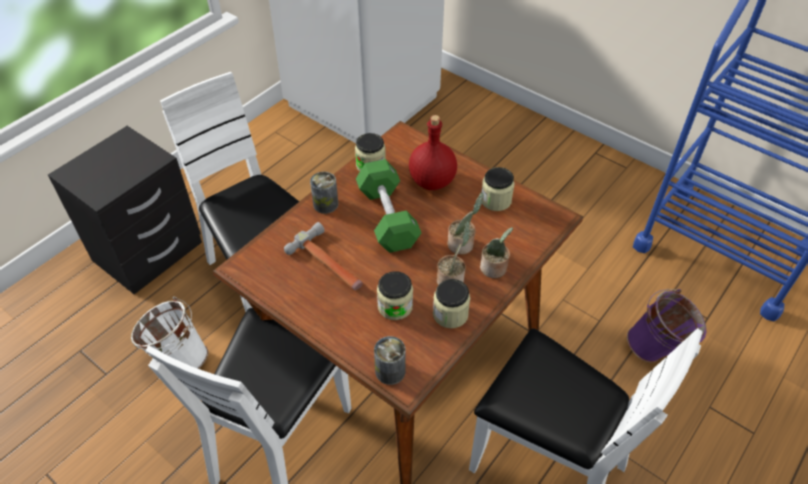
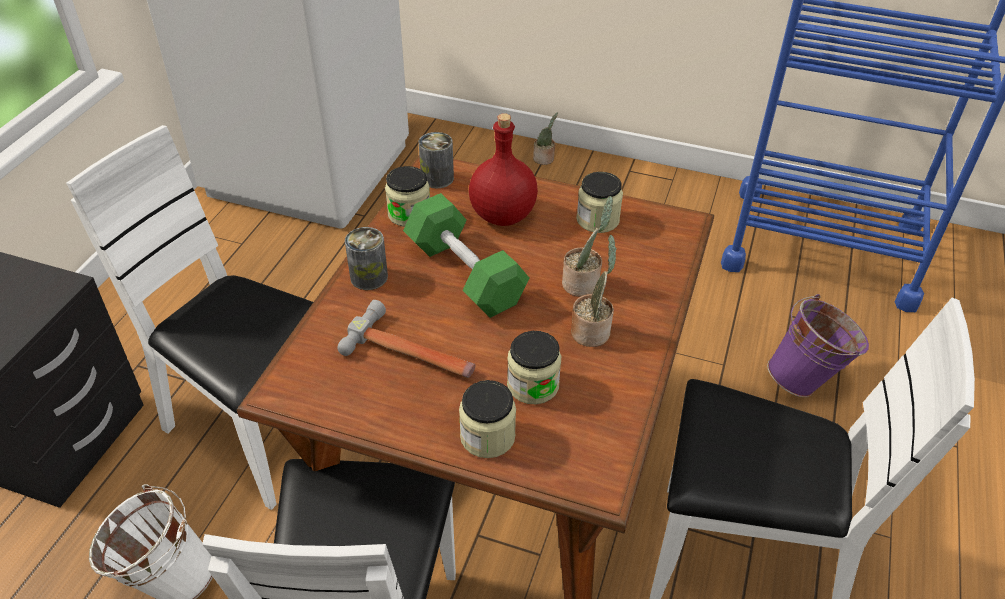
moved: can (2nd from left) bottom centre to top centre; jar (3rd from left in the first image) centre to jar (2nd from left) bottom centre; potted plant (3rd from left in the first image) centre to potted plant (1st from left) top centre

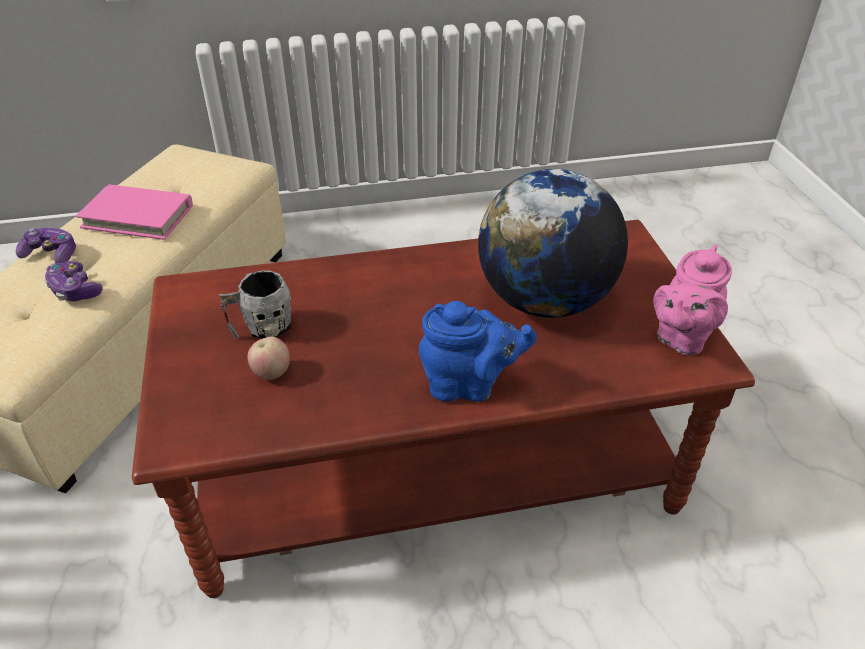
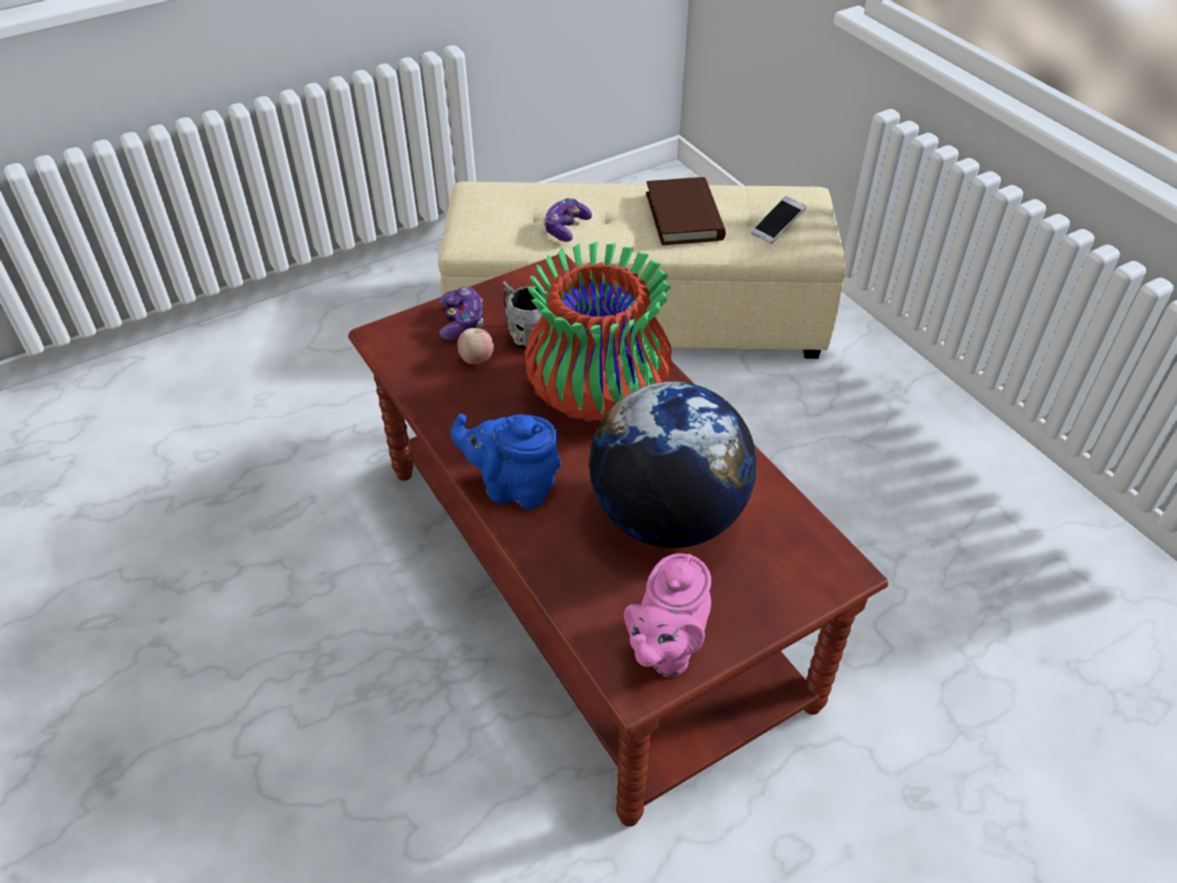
added: vase centre; phone top centre
moved: game controller (1st from left) middle left to centre
recoloured: pink book top left to brown book top centre
turned: blue teapot centre = centre 120 degrees clockwise; pink teapot middle right = bottom centre 75 degrees counterclockwise

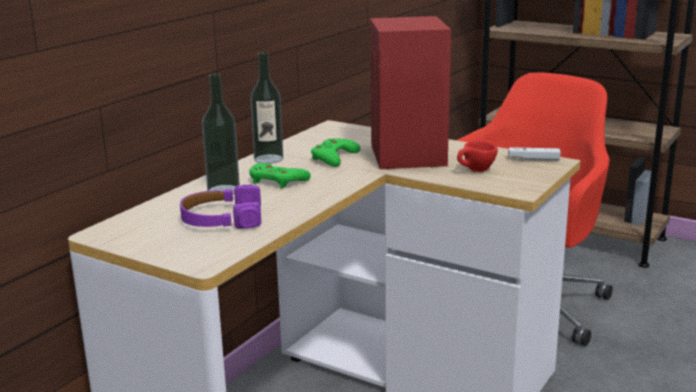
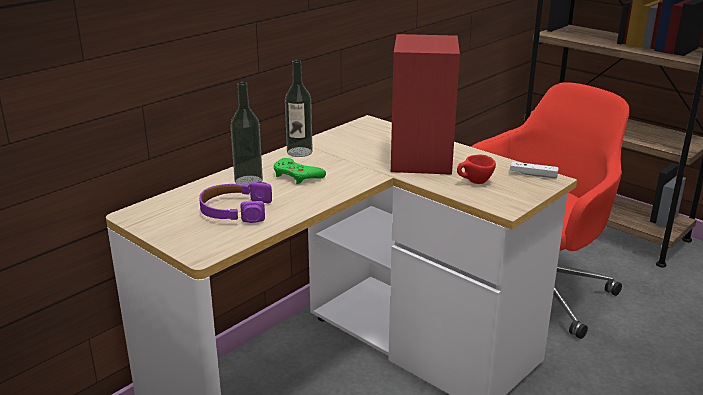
removed: green game controller (2nd from left) centre

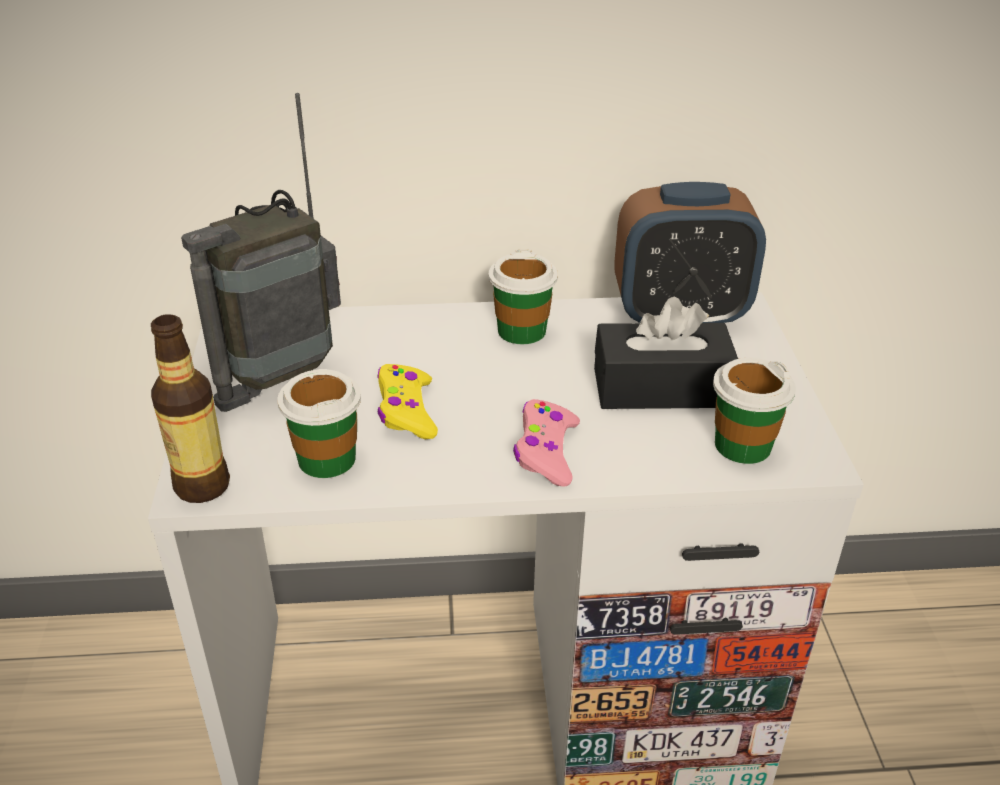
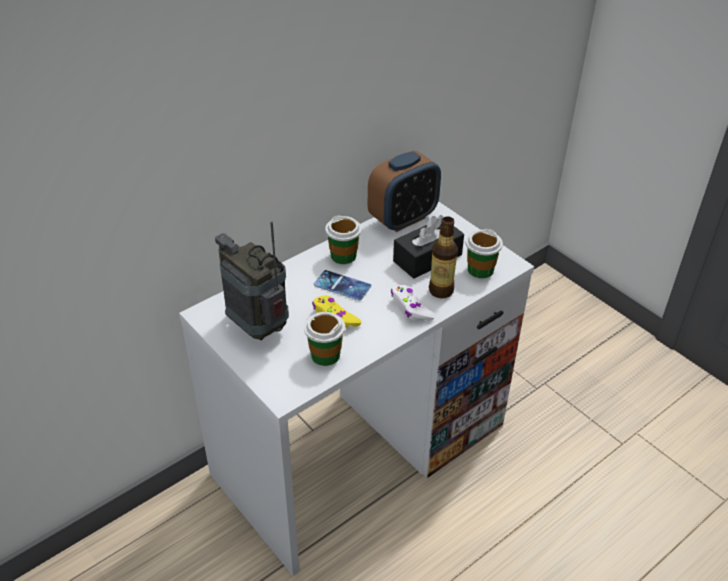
added: phone centre
moved: bottle middle left to centre
recoloured: pink game controller centre to white game controller centre
turned: radio top left = centre 120 degrees clockwise

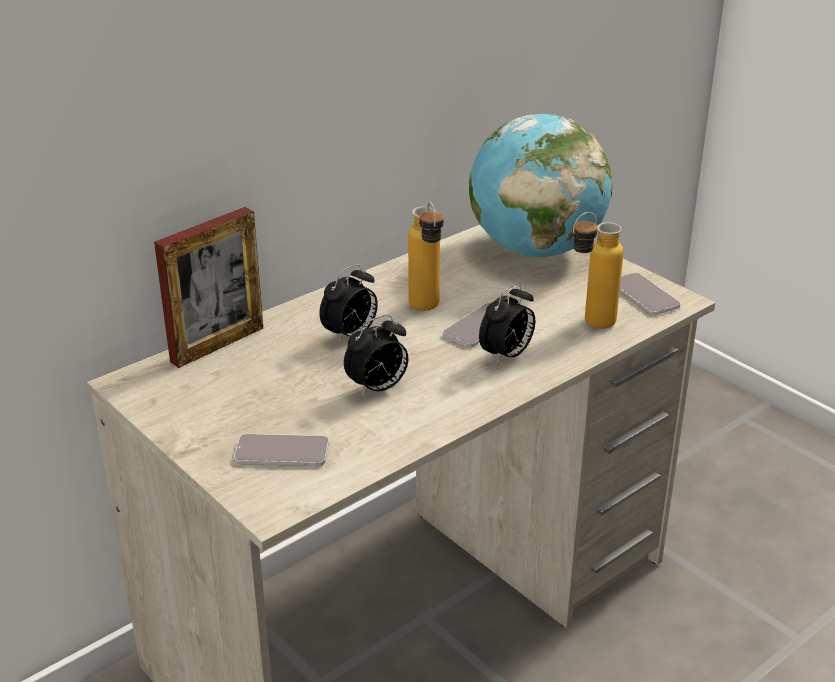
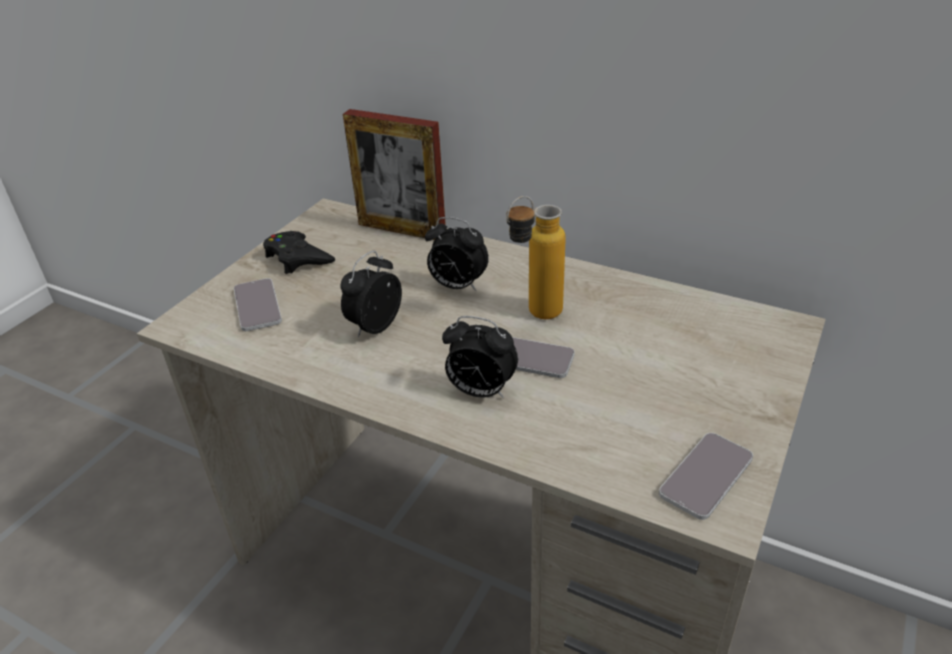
removed: globe top centre; bottle (2nd from left) middle right
added: black game controller middle left
turned: alarm clock (2nd from left in the first image) centre = centre 90 degrees clockwise

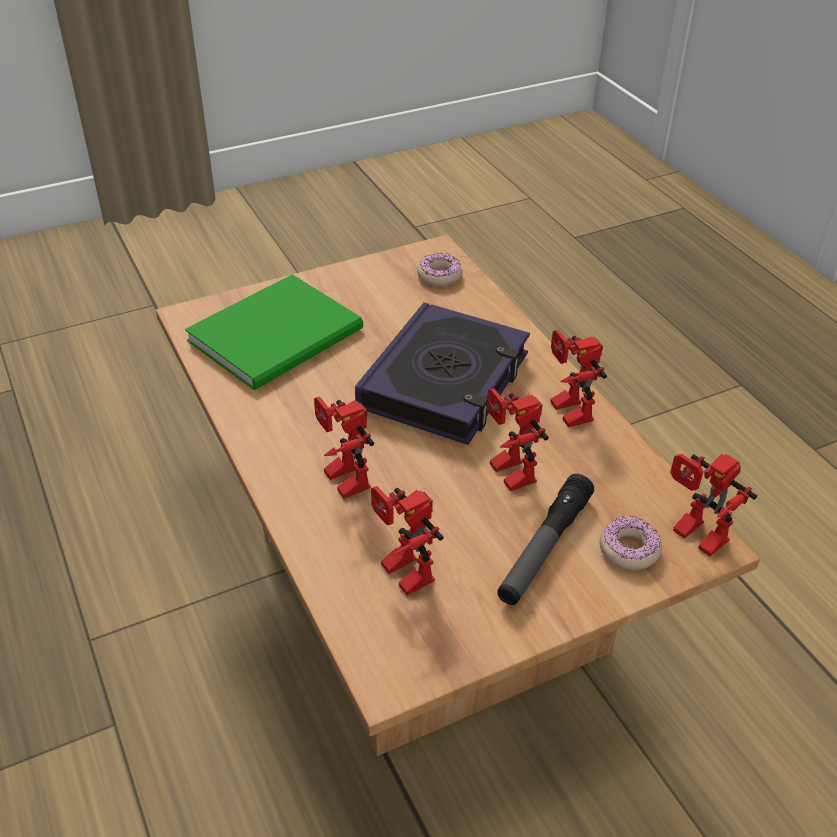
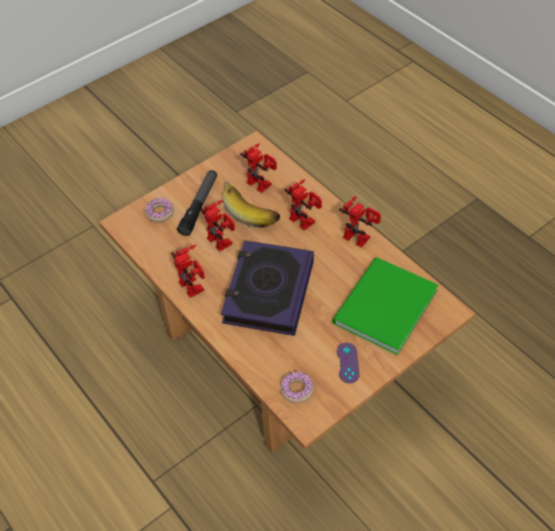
added: banana centre; purple game controller bottom centre
moved: toy robot (5th from left) middle right to centre

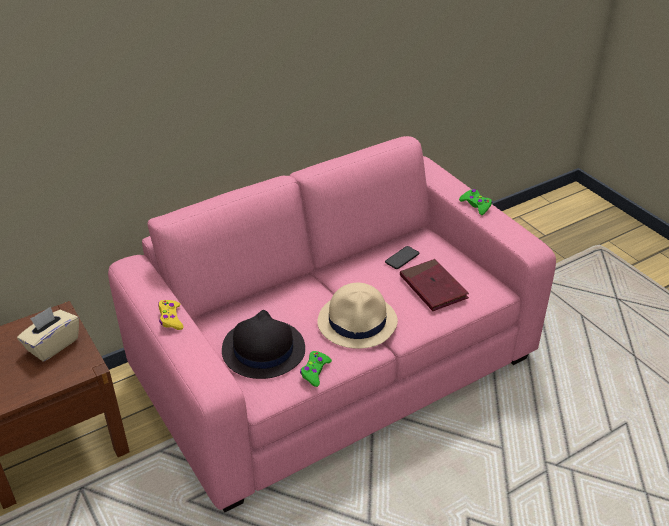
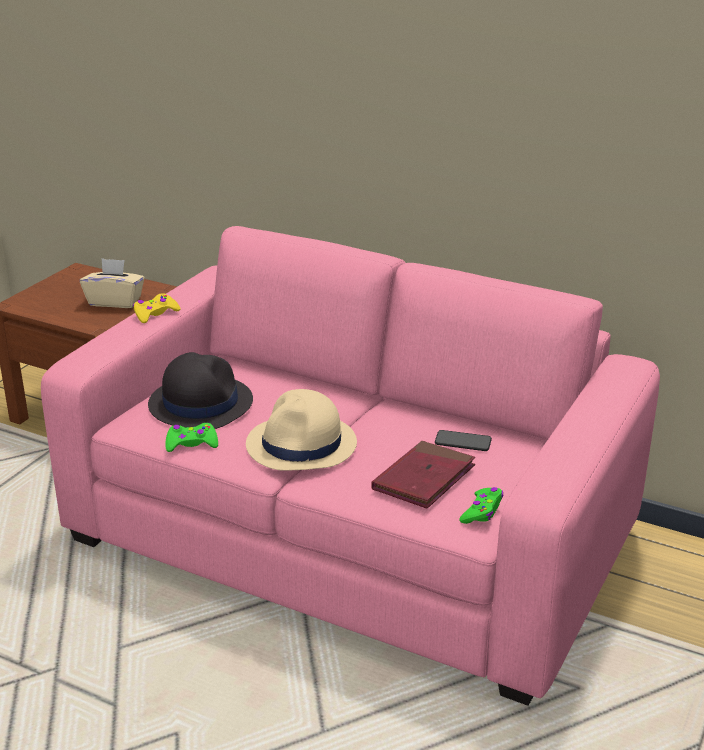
moved: green game controller (2nd from left) middle right to bottom right

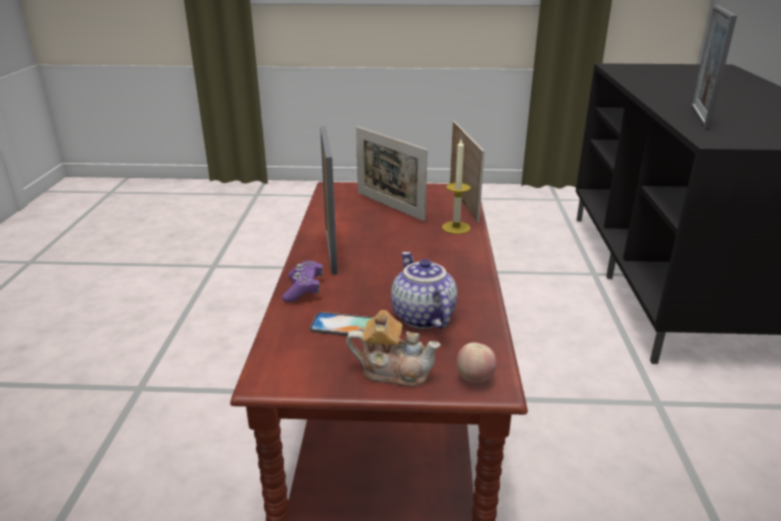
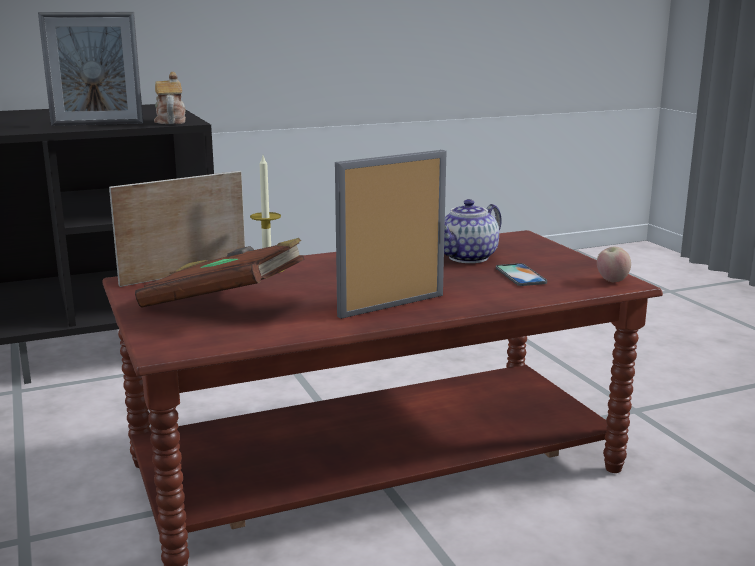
removed: purple game controller centre
moved: teapot (1st from left) bottom centre to top left; apple bottom centre to middle right
replaced: picture frame (2nd from left) centre to brown book middle left

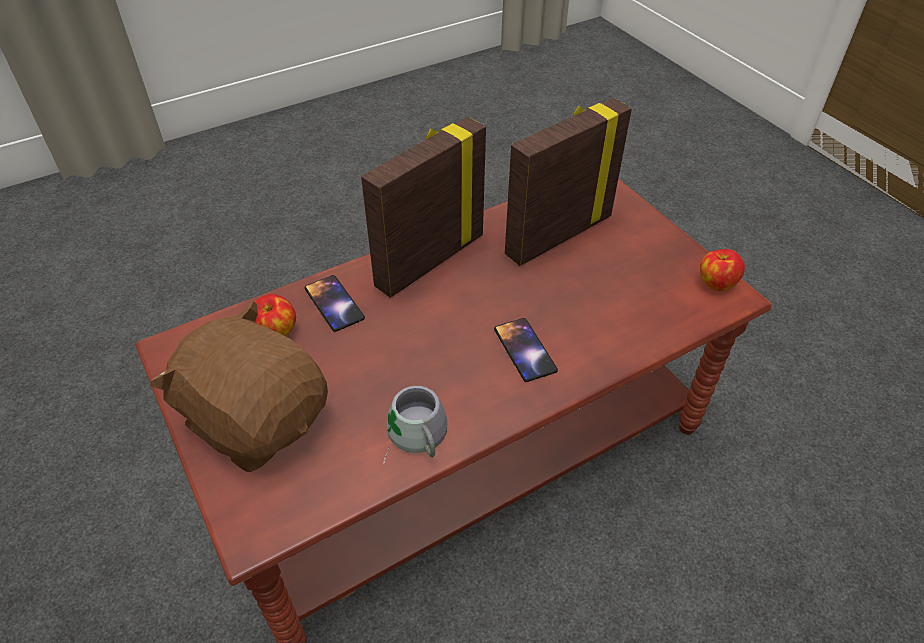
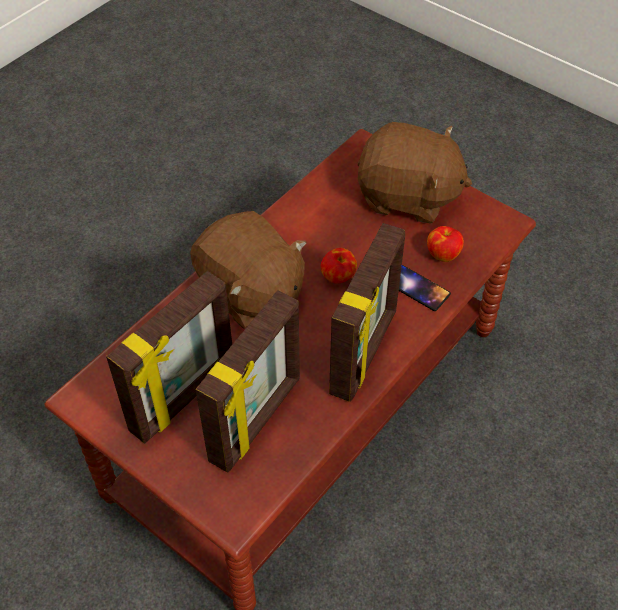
removed: grey mug centre
added: picture frame (1st from left) middle left
moved: apple (2nd from left in the first image) middle right to apple (1st from left) centre
replaced: phone (2nd from left) centre to brown plush toy (1st from left) centre

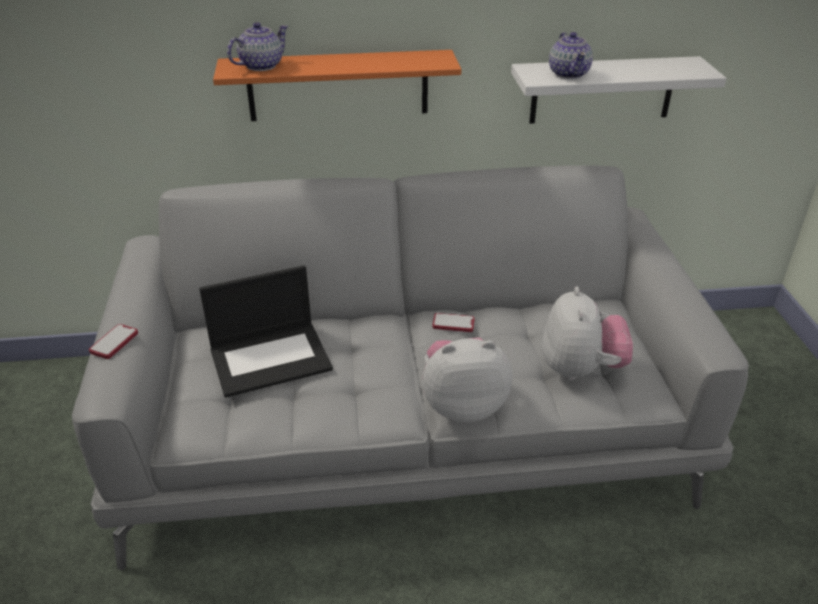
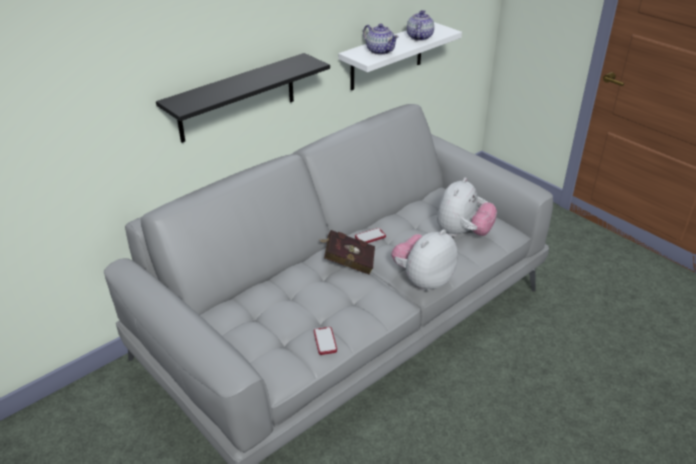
removed: laptop middle left
added: red book centre
moved: phone (1st from left) middle left to bottom centre; teapot (1st from left in the first image) top left to teapot (2nd from left) top centre
recoloured: orange shelf top centre to black shelf top centre
turned: plush toy (2nd from left) middle right = middle right 60 degrees clockwise

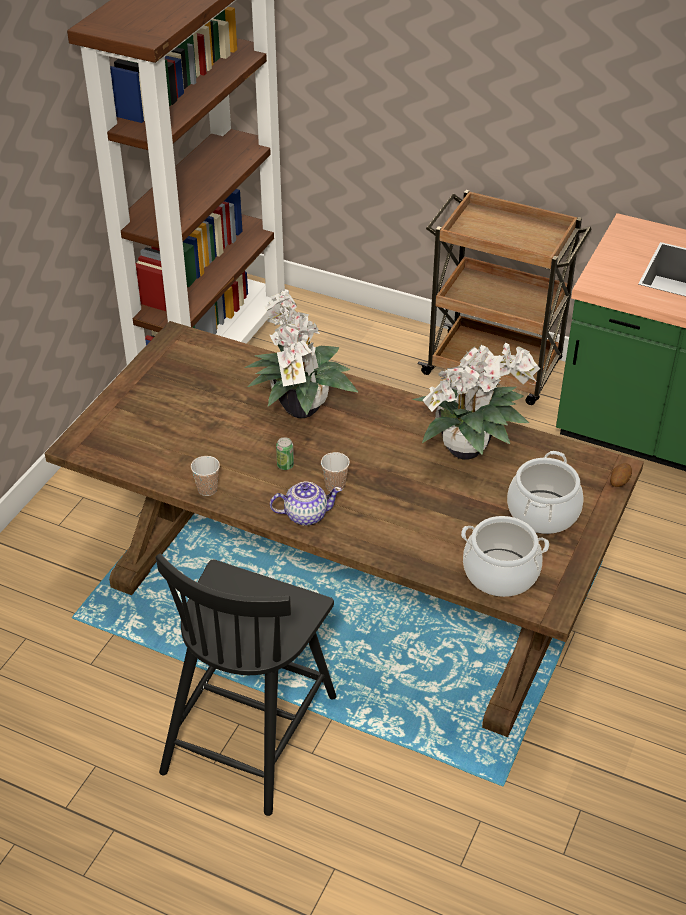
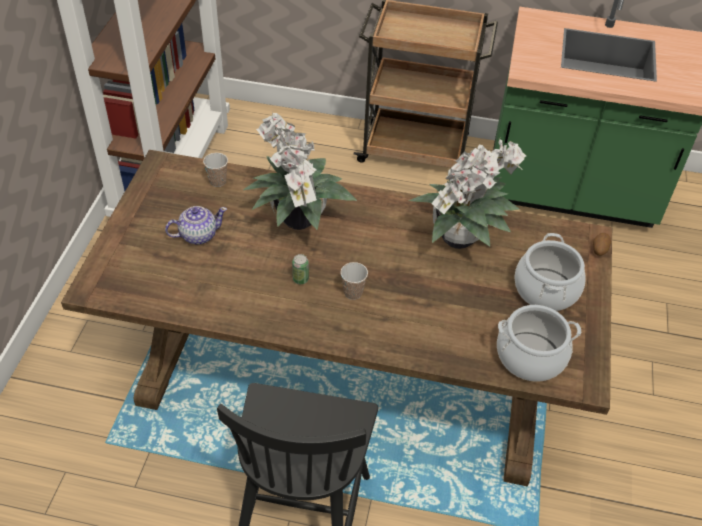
moved: teapot centre to middle left; cup (1st from left) middle left to top left

